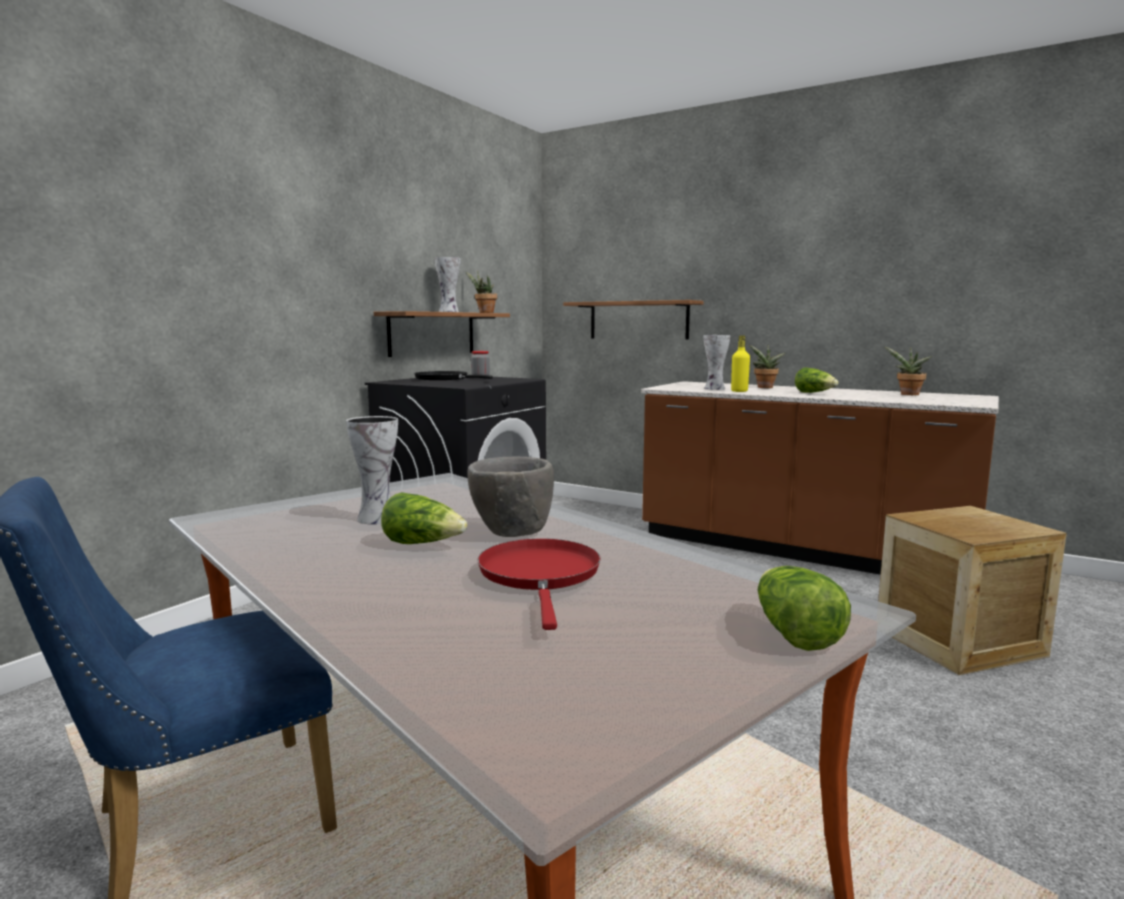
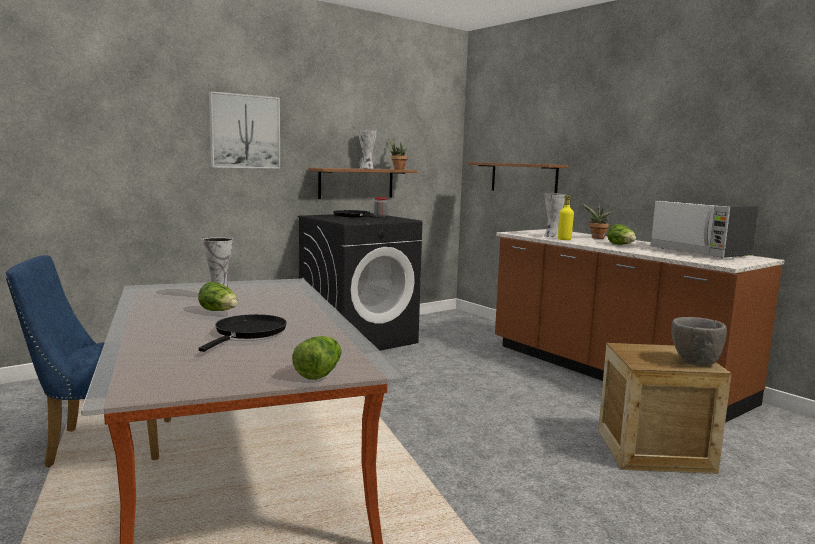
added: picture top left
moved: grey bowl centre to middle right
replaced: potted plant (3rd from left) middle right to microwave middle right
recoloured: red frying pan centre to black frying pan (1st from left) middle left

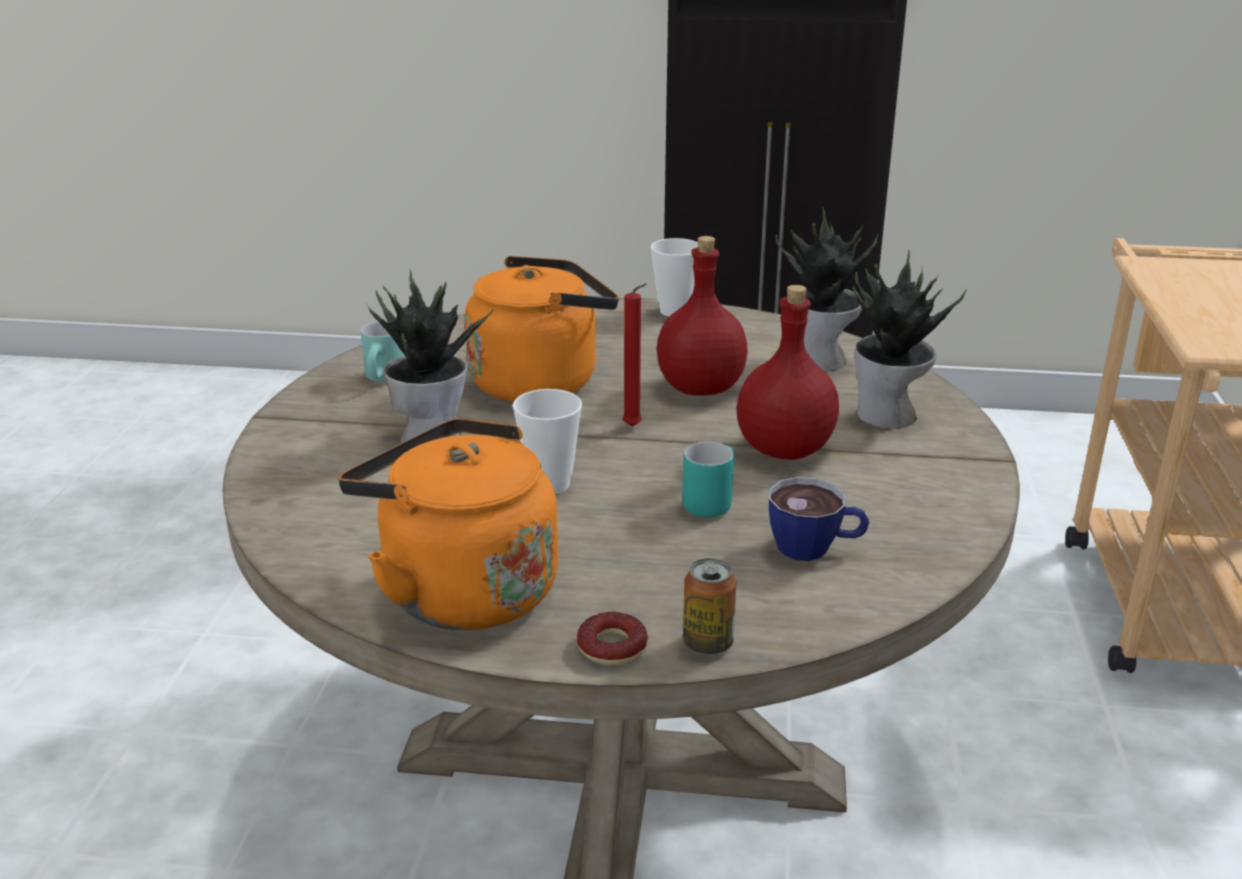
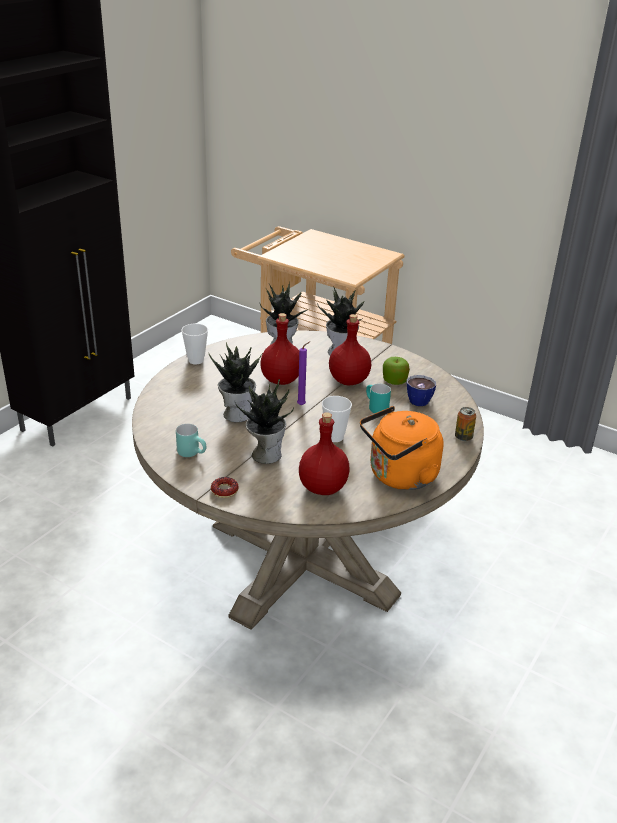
added: red bottle (2nd from left) centre; apple centre
moved: donut bottom centre to centre
replaced: orange kettle (2nd from left) centre to potted plant (1st from left) centre
recoloured: red candle centre to purple candle centre

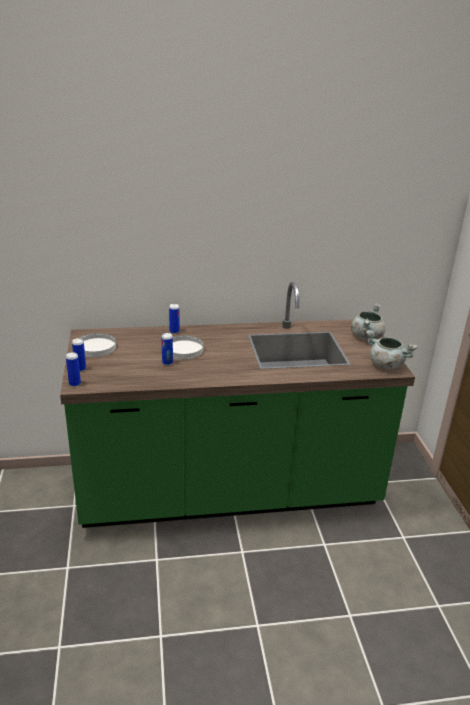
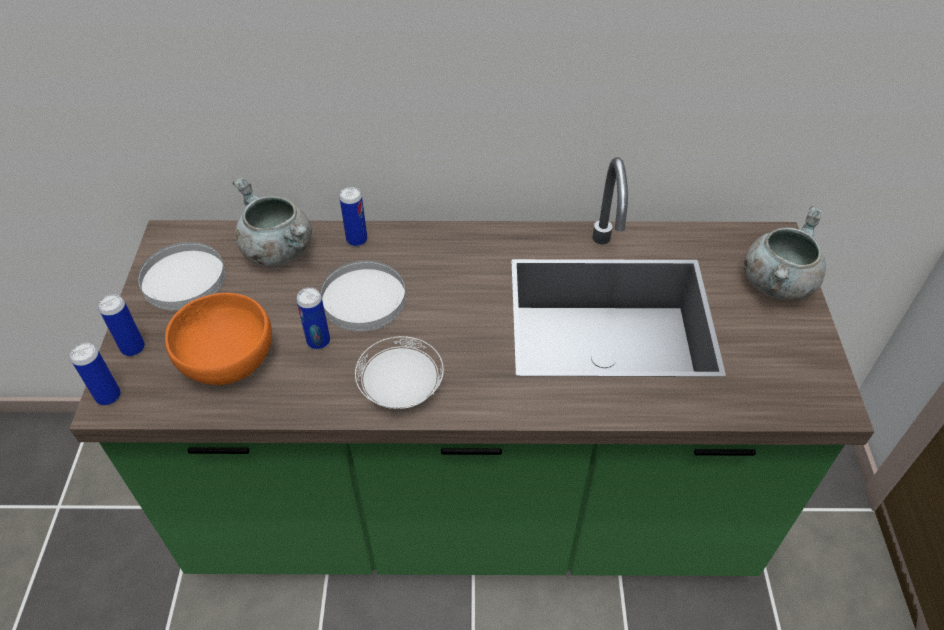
added: orange bowl middle left; white plate (3rd from left) centre
moved: grey cooking pot (2nd from left in the first image) middle right to grey cooking pot (1st from left) middle left

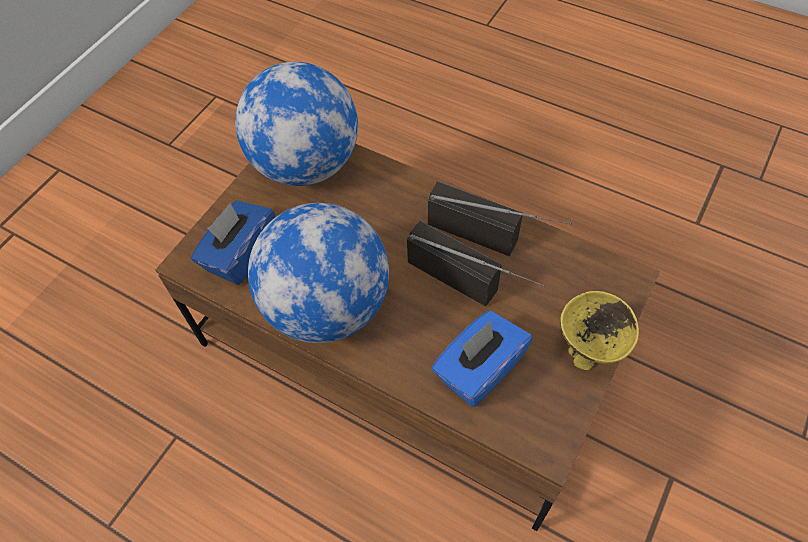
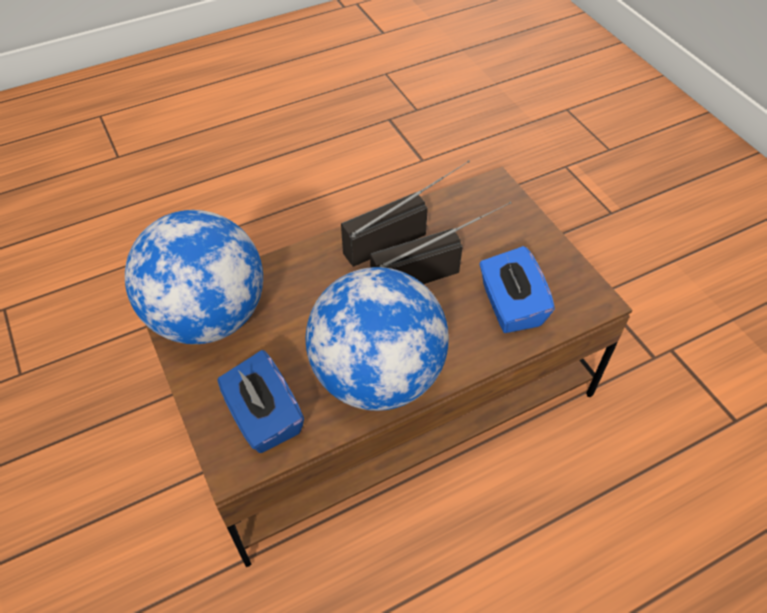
removed: yellow bowl middle right

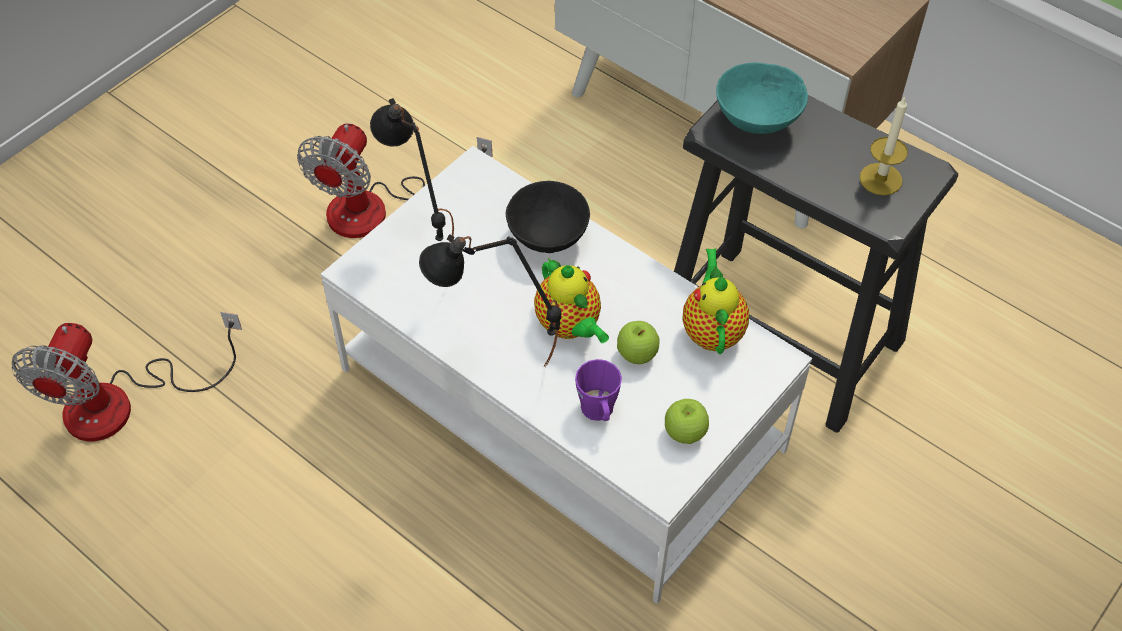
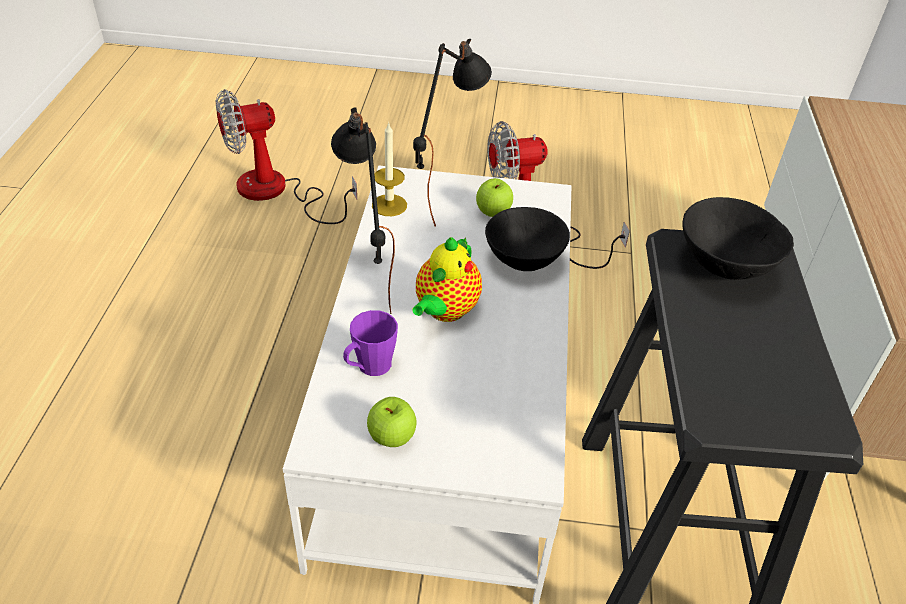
removed: teapot (2nd from left) centre
moved: candle top right to top centre; apple (1st from left in the first image) centre to apple (2nd from left) top centre
recoloured: turquoise bowl top right to black bowl (2nd from left) middle right

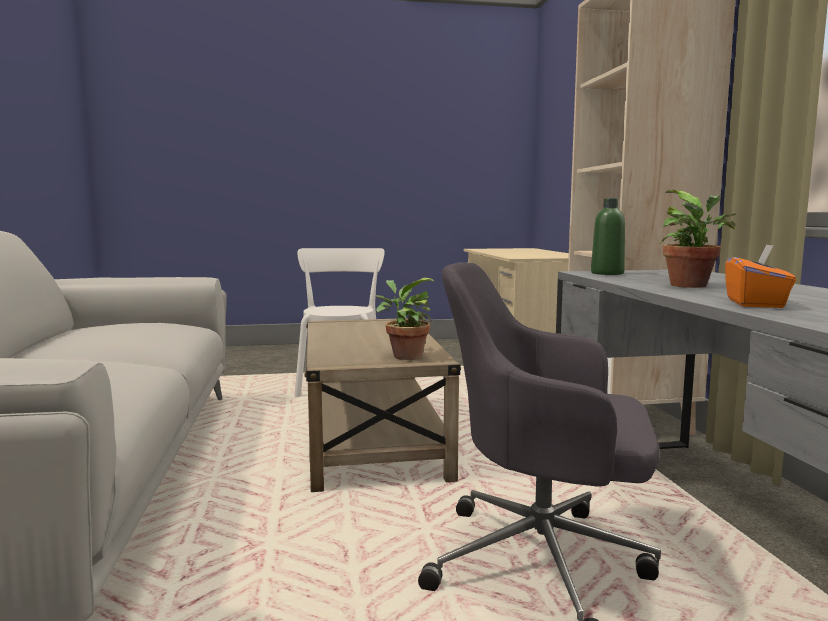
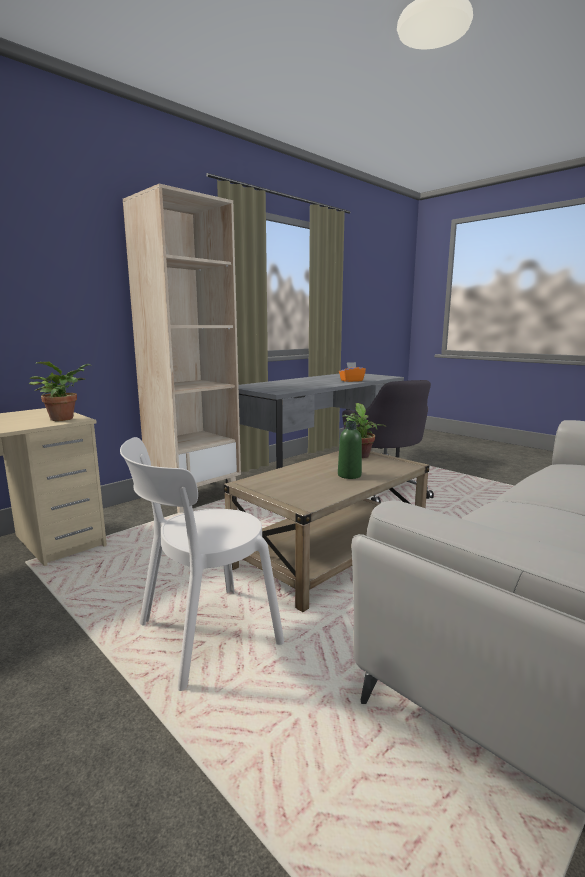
moved: potted plant (2nd from left in the first image) middle right to potted plant (1st from left) middle left; green bottle middle right to centre

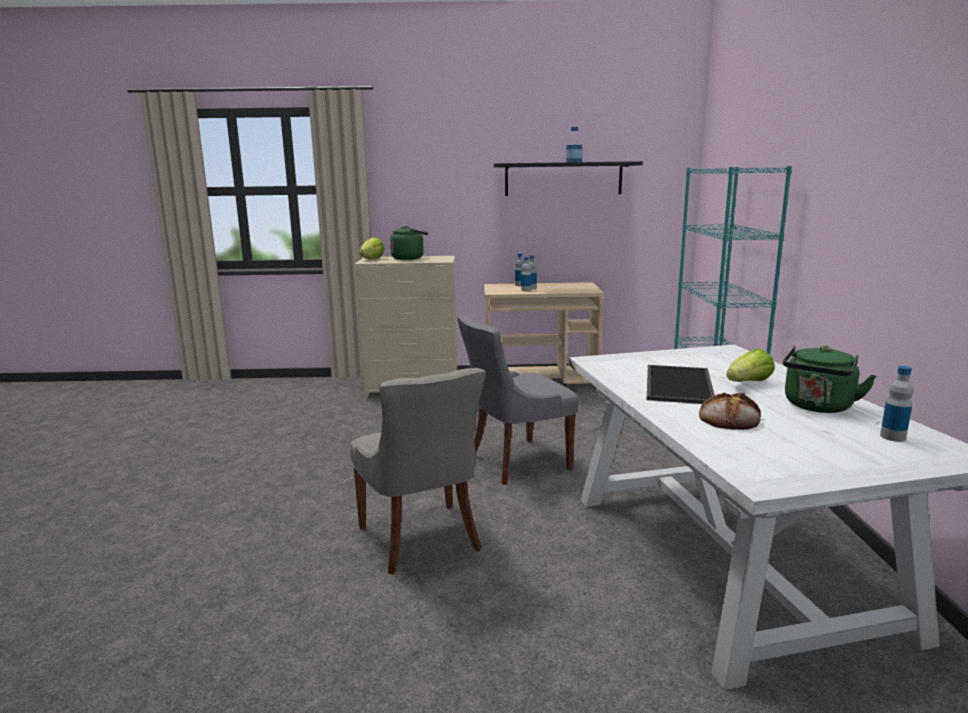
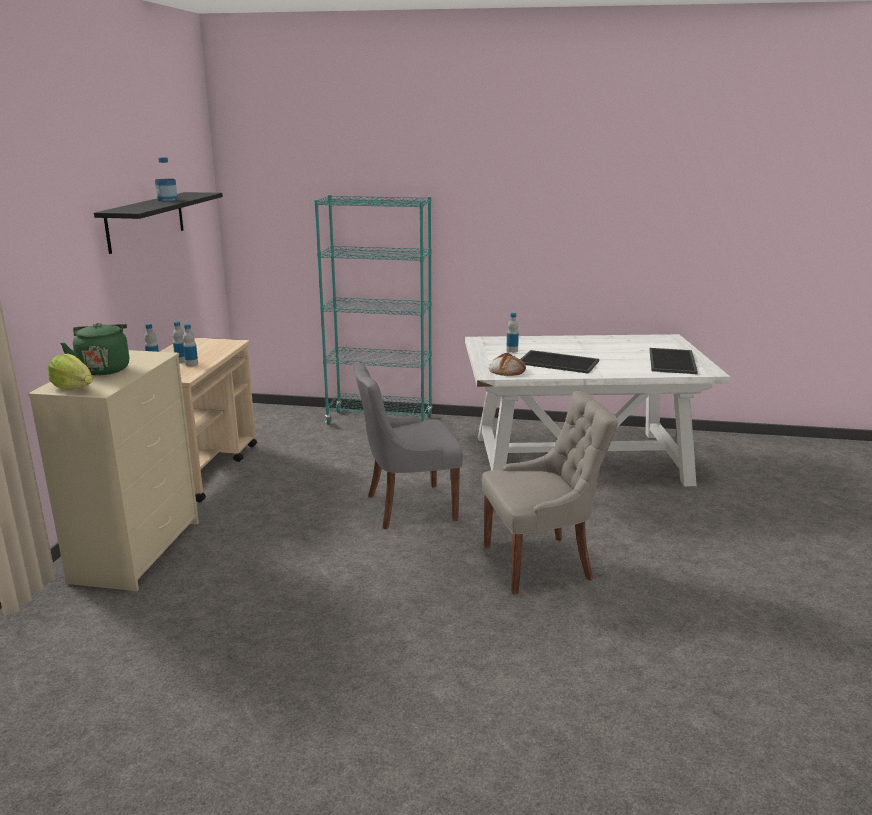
removed: lettuce (2nd from left) middle right; green kettle (2nd from left) middle right
added: tray (2nd from left) middle right
moved: bread middle right to centre; bottle (5th from left) middle right to centre
turned: grey chair (2nd from left in the first image) centre = centre 90 degrees clockwise

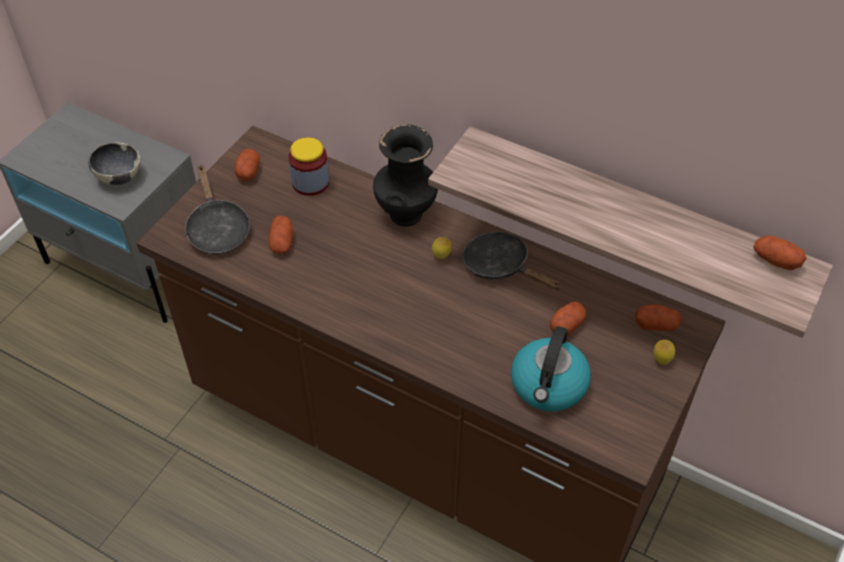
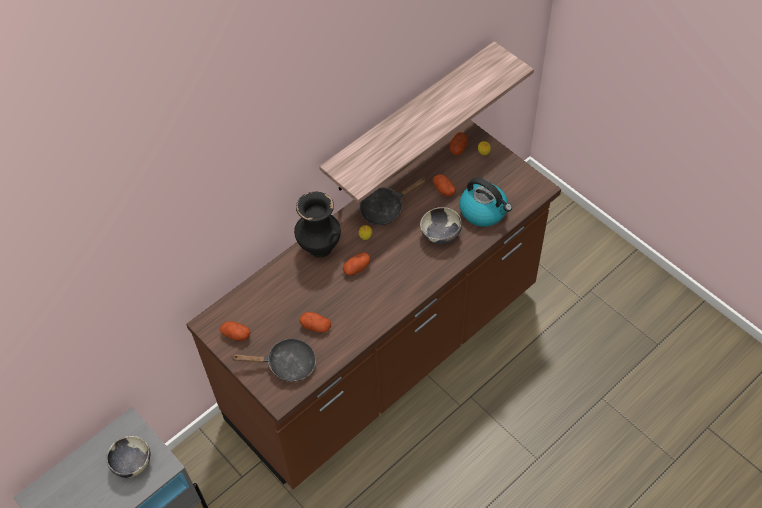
removed: jar top centre
added: bowl (2nd from left) centre
moved: potato (5th from left in the first image) middle right to potato (3rd from left) centre

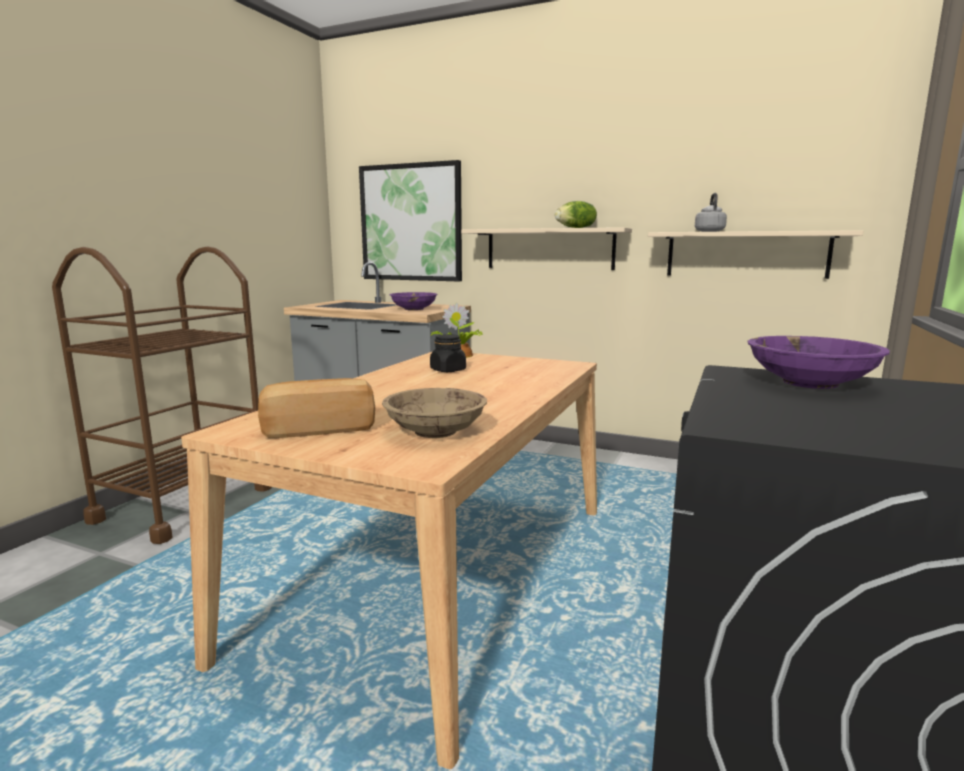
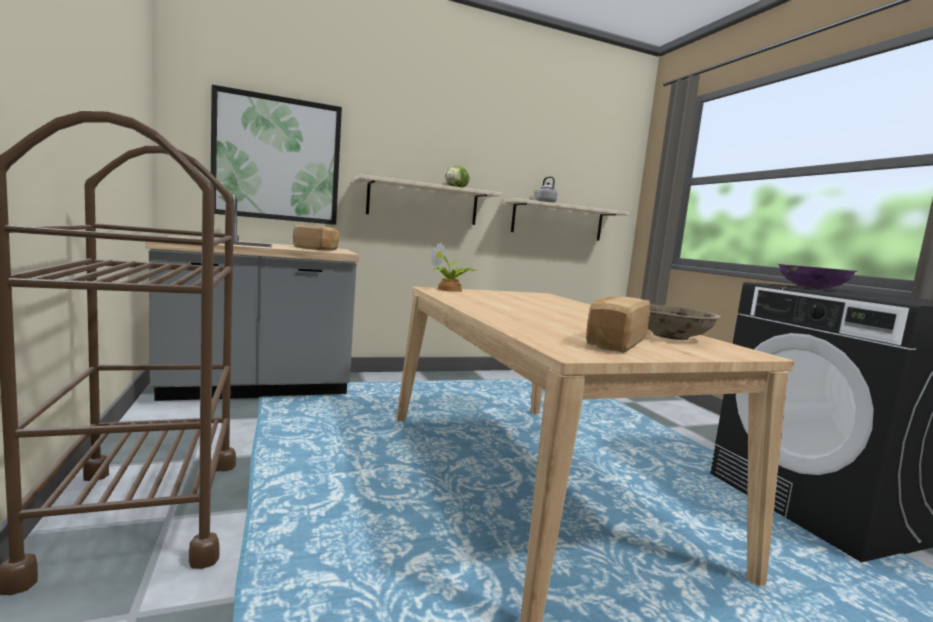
removed: black jar centre
replaced: purple bowl (1st from left) centre to bread (1st from left) centre

